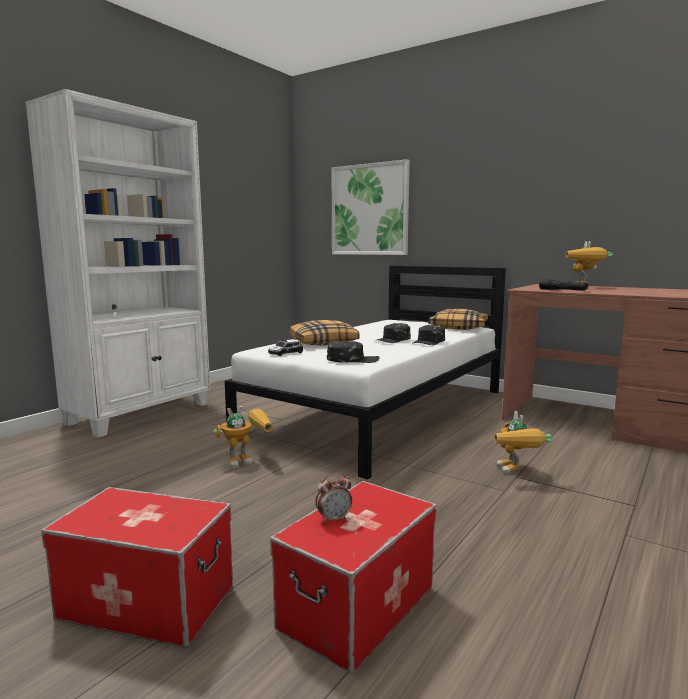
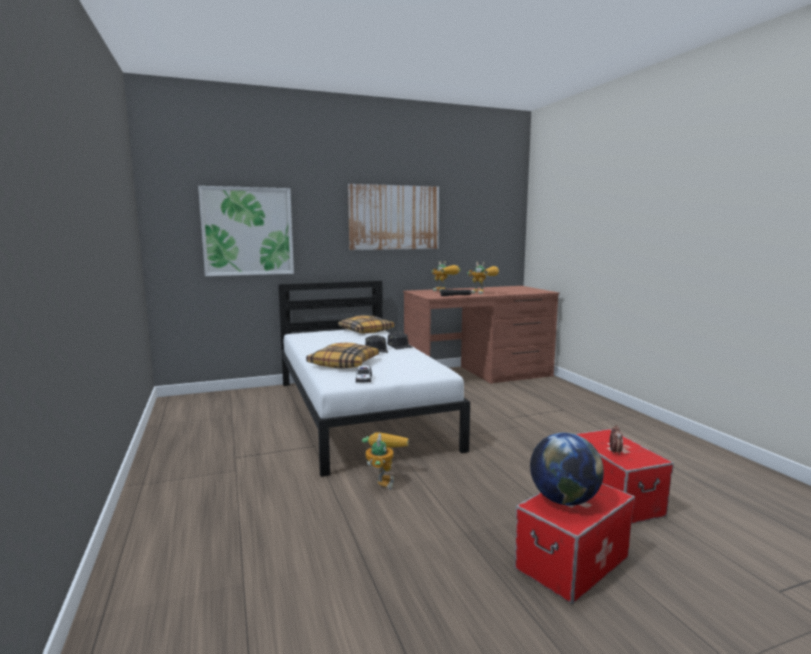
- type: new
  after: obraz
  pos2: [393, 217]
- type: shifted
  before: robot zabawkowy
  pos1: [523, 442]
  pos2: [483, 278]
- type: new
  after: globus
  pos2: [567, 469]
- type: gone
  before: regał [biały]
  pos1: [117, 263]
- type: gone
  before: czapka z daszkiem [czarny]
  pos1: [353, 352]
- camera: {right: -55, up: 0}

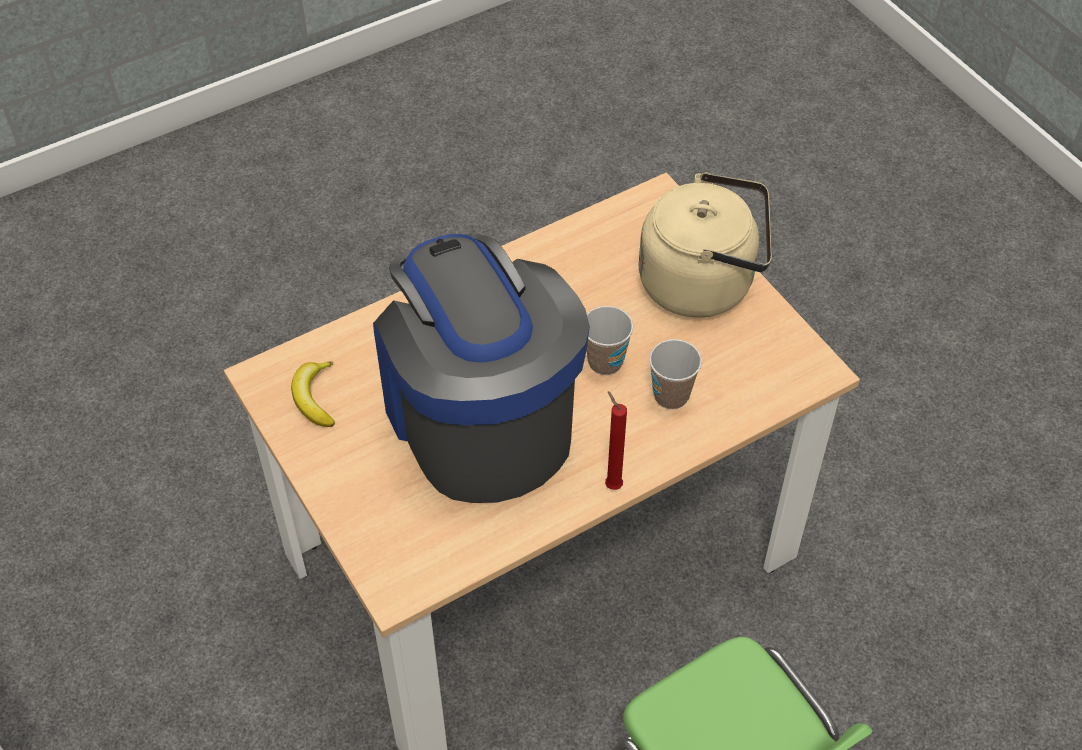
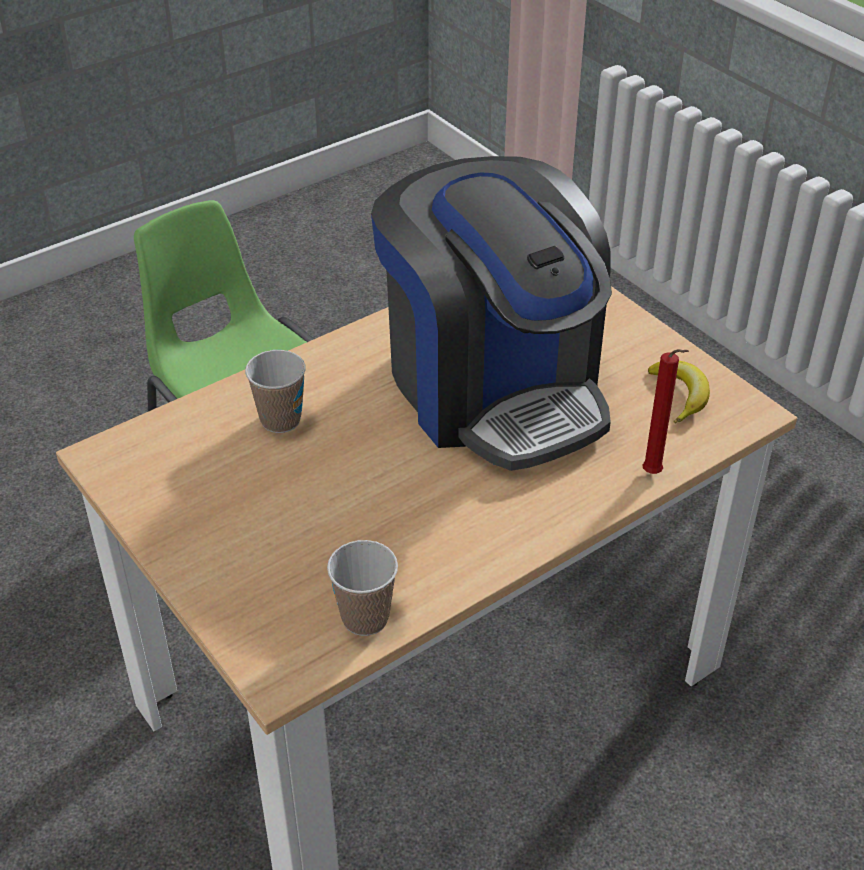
- type: shifted
  before: filiżanka
  pos1: [609, 340]
  pos2: [362, 588]
- type: shifted
  before: świeca [czerwony]
  pos1: [616, 440]
  pos2: [665, 411]
- type: gone
  before: czajnik [beżowy]
  pos1: [705, 245]
- camera: {right: 175, up: -10}

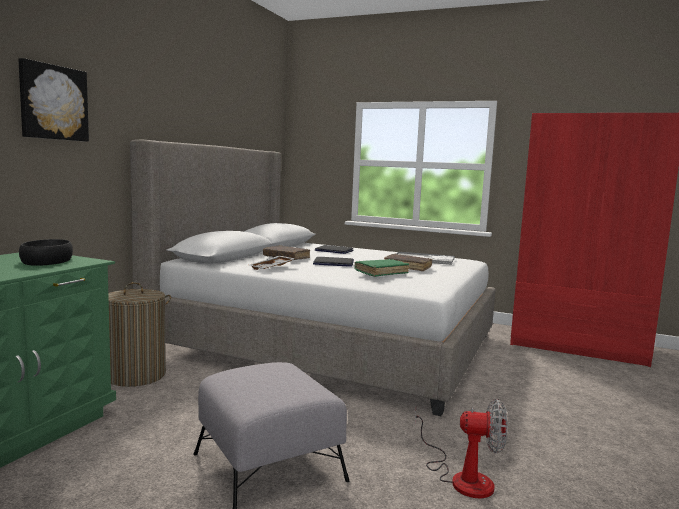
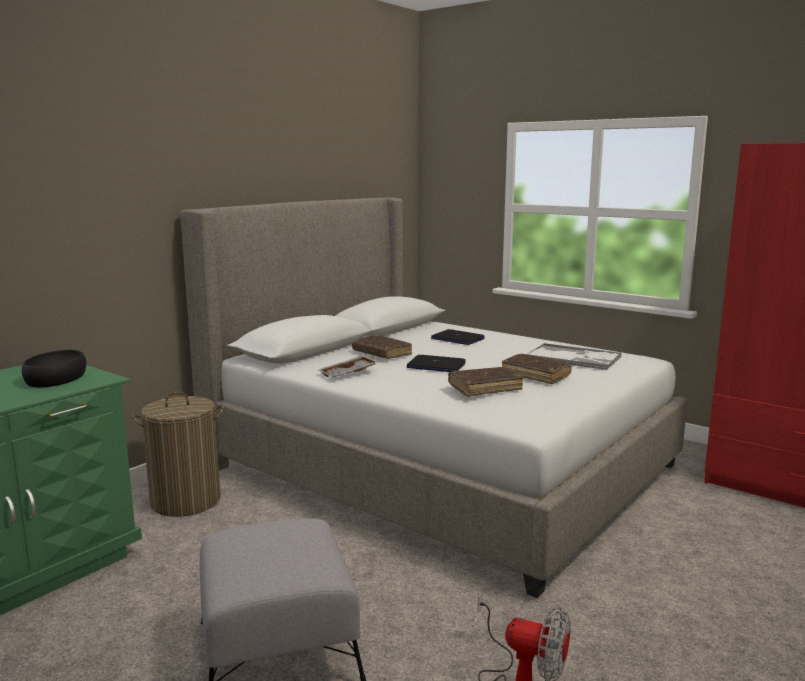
- type: repainted
  before: książka [zielony]
  after: książka [brązowy]
  pos1: [382, 268]
  pos2: [485, 382]
- type: gone
  before: obraz
  pos1: [53, 100]
- camera: {right: 15, up: 5}

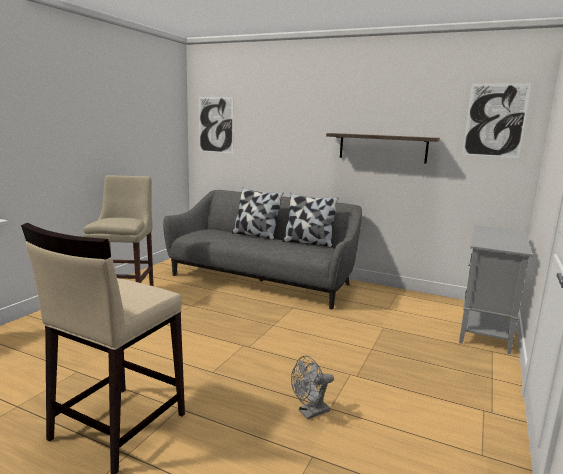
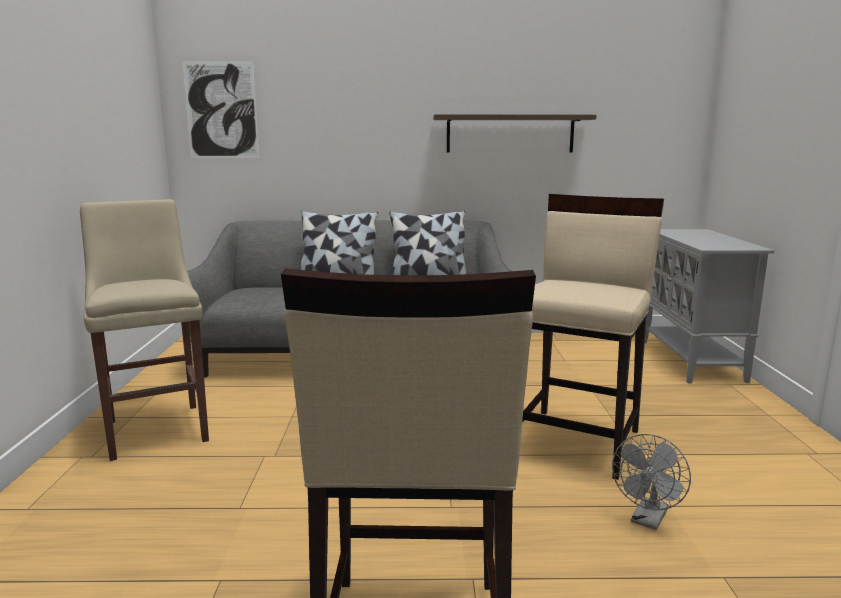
- type: new
  after: stołek [beżowy]
  pos2: [593, 337]
- type: gone
  before: obraz
  pos1: [496, 120]
- camera: {right: -25, up: 0}

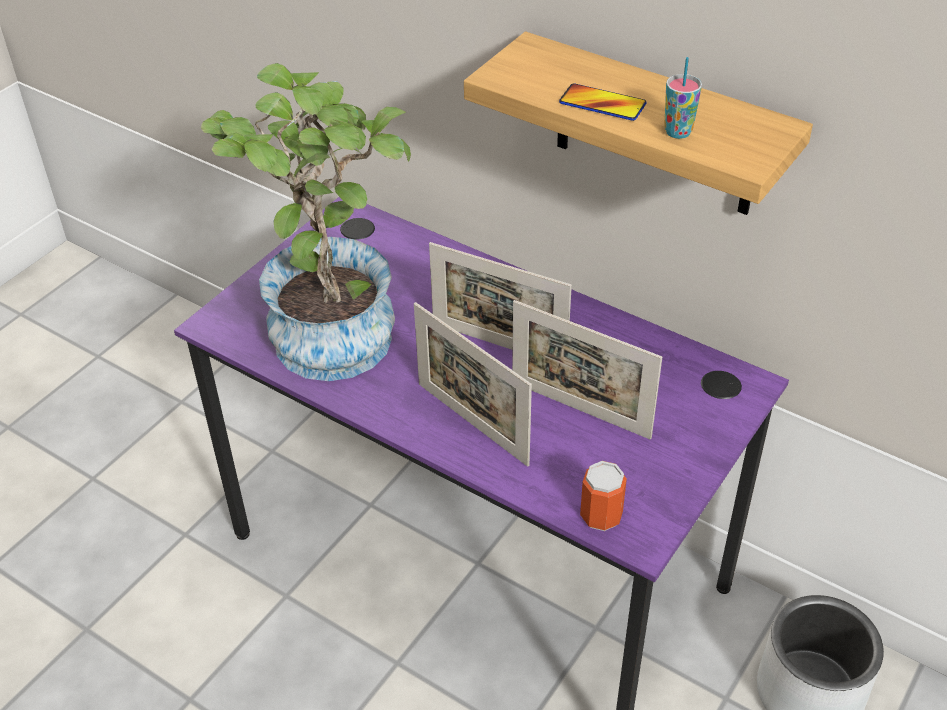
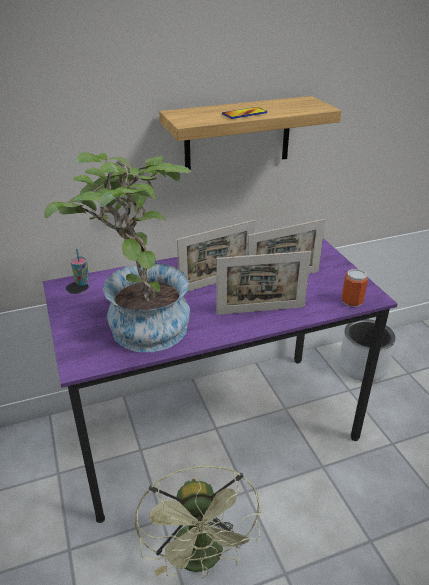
- type: shifted
  before: filiżanka
  pos1: [683, 98]
  pos2: [79, 267]
- type: new
  after: wentylator [zielony]
  pos2: [198, 521]
- camera: {right: -55, up: -10}

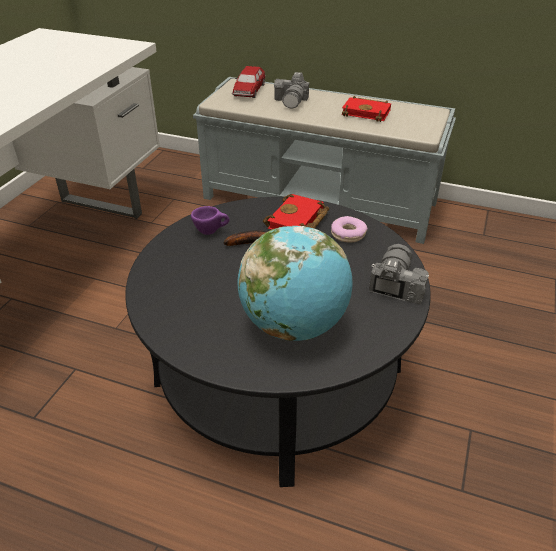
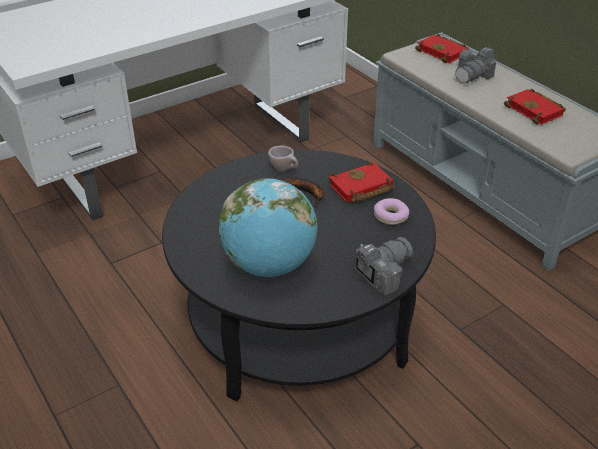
- type: repainted
  before: filiżanka [fioletowy]
  after: filiżanka [beżowy]
  pos1: [210, 220]
  pos2: [283, 159]
- type: swapped
  before: samochodzik
  after: książka [czerwony]
  pos1: [249, 82]
  pos2: [442, 48]
- camera: {right: 35, up: 0}

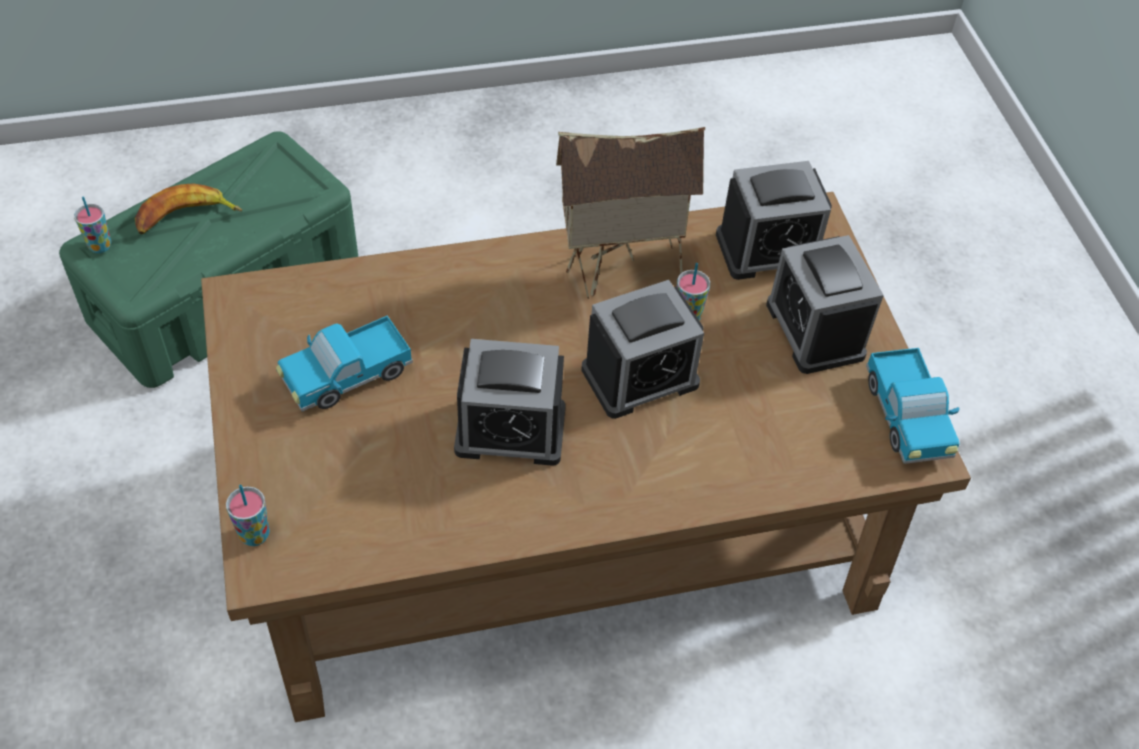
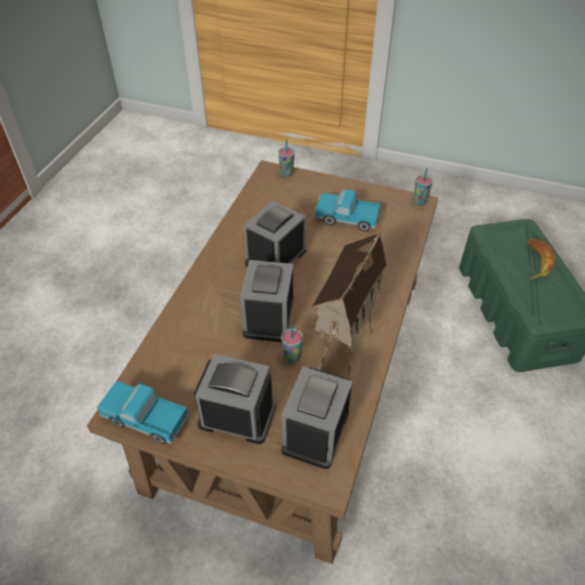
- type: rotated
  before: ciężarówka zabawkowa
  pos1: [344, 363]
  pos2: [347, 211]
  turn: -75
- type: shifted
  before: filiżanka
  pos1: [92, 225]
  pos2: [423, 186]
- camera: {right: 125, up: -5}

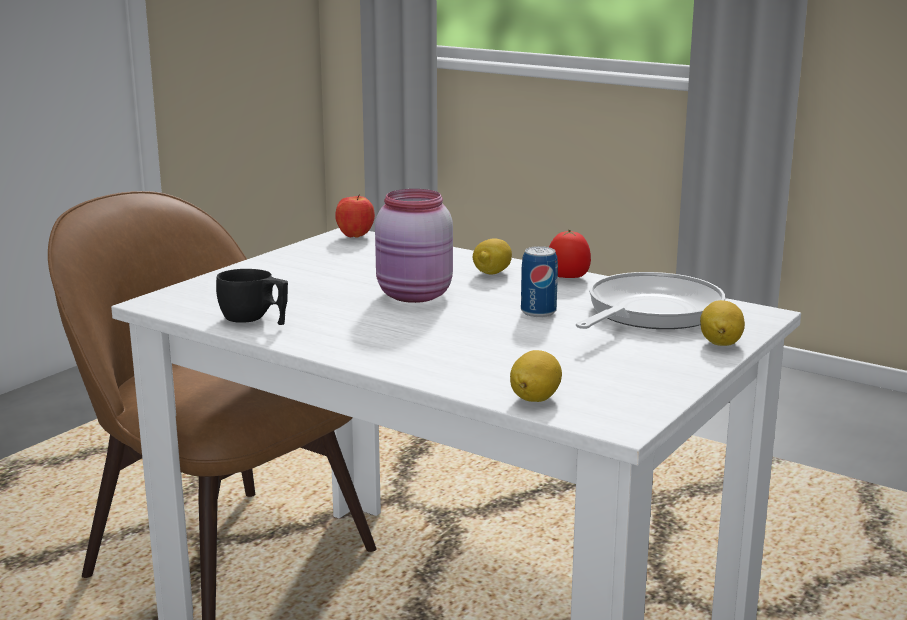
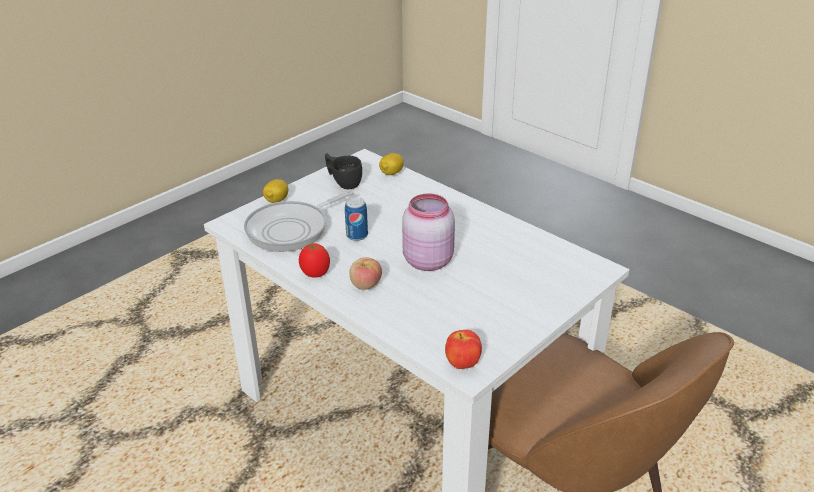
- type: shifted
  before: filiżanka [czarny]
  pos1: [252, 297]
  pos2: [343, 171]
- type: swapped
  before: cytryna
  after: jabłko
  pos1: [492, 256]
  pos2: [365, 273]
- camera: {right: -170, up: 15}

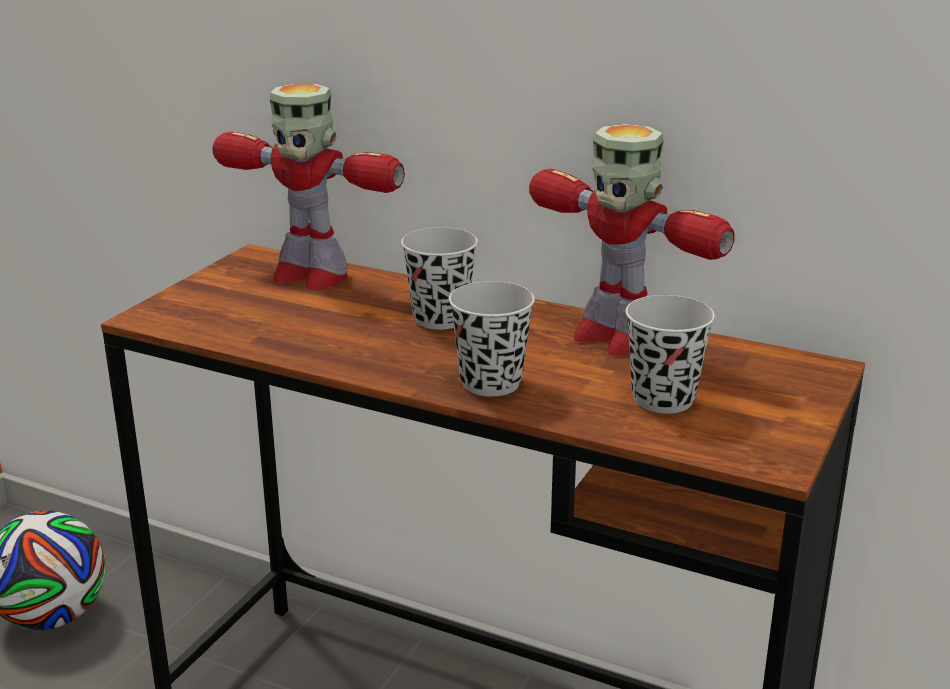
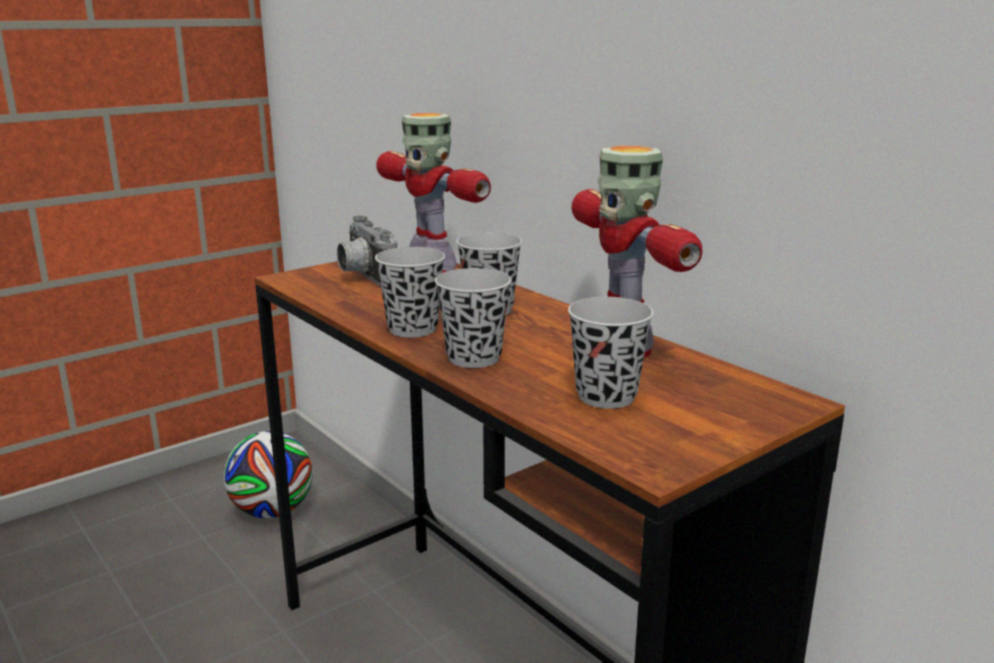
- type: new
  after: aparat fotograficzny
  pos2: [367, 251]
- type: new
  after: filiżanka [czarny]
  pos2: [410, 292]
- camera: {right: 25, up: -5}

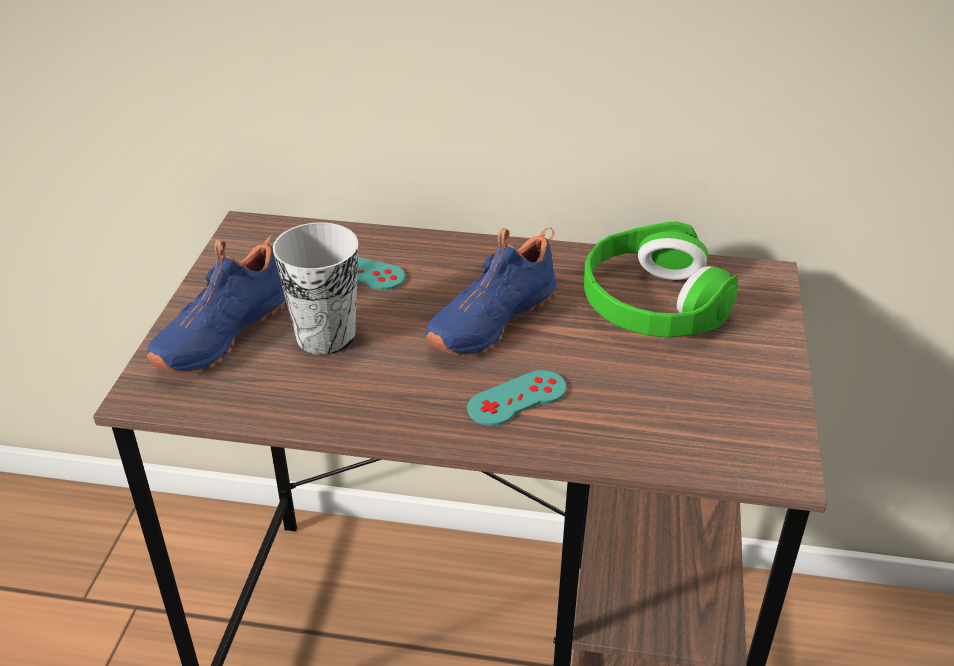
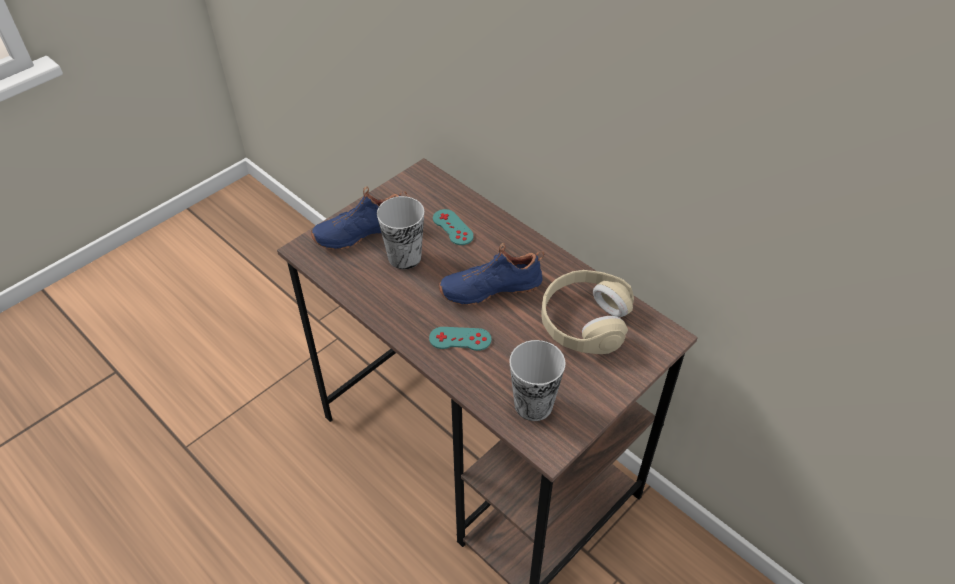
- type: new
  after: filiżanka
  pos2: [537, 380]
- type: repainted
  before: słuchawki [zielony]
  after: słuchawki [beżowy]
  pos1: [661, 279]
  pos2: [587, 312]
- camera: {right: 35, up: 10}

